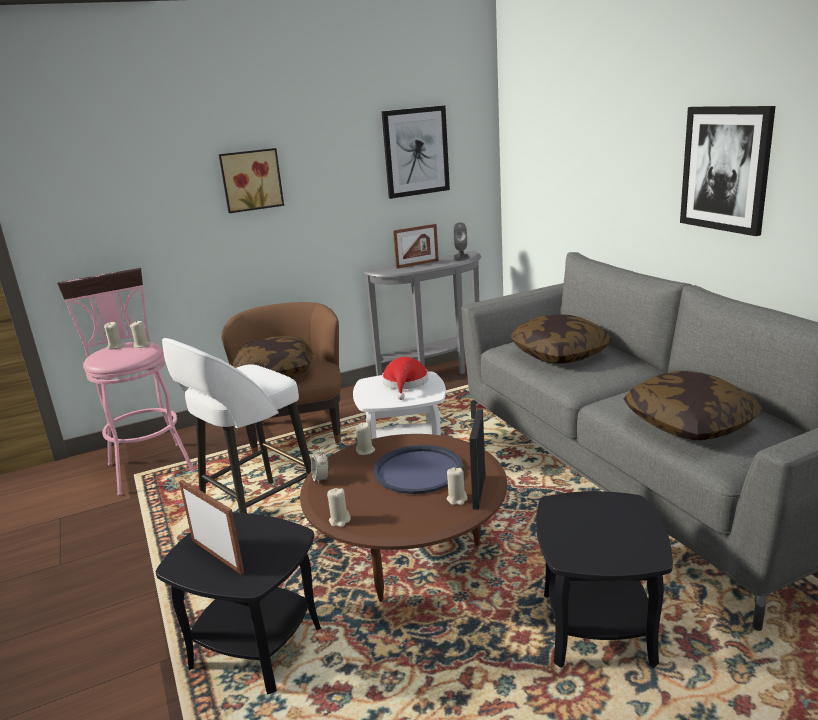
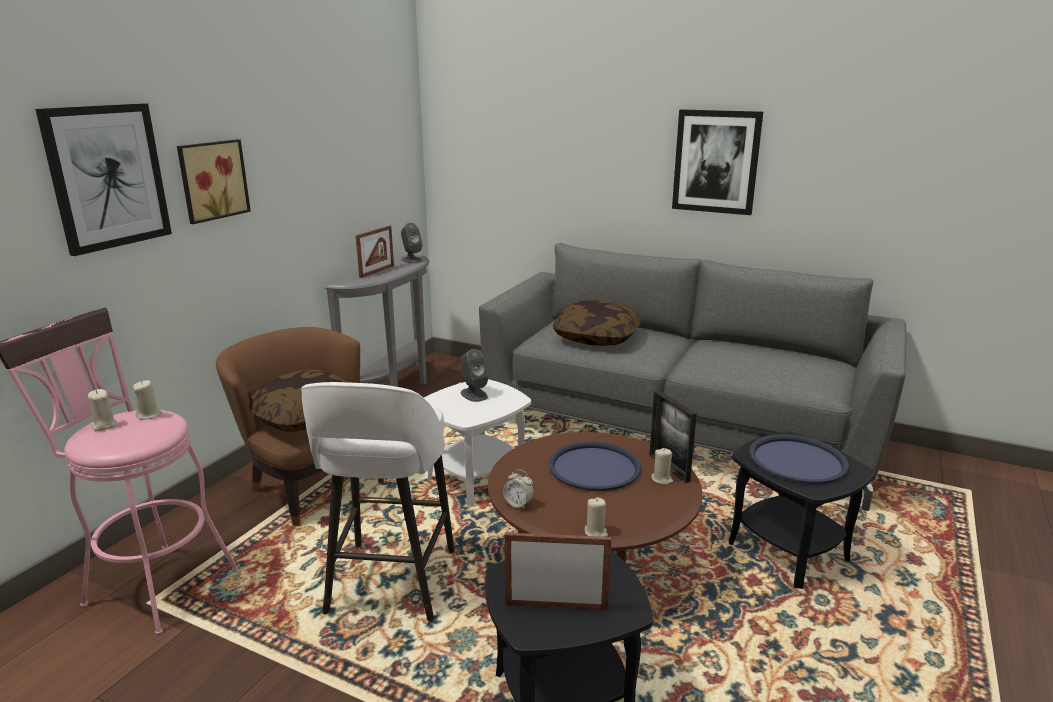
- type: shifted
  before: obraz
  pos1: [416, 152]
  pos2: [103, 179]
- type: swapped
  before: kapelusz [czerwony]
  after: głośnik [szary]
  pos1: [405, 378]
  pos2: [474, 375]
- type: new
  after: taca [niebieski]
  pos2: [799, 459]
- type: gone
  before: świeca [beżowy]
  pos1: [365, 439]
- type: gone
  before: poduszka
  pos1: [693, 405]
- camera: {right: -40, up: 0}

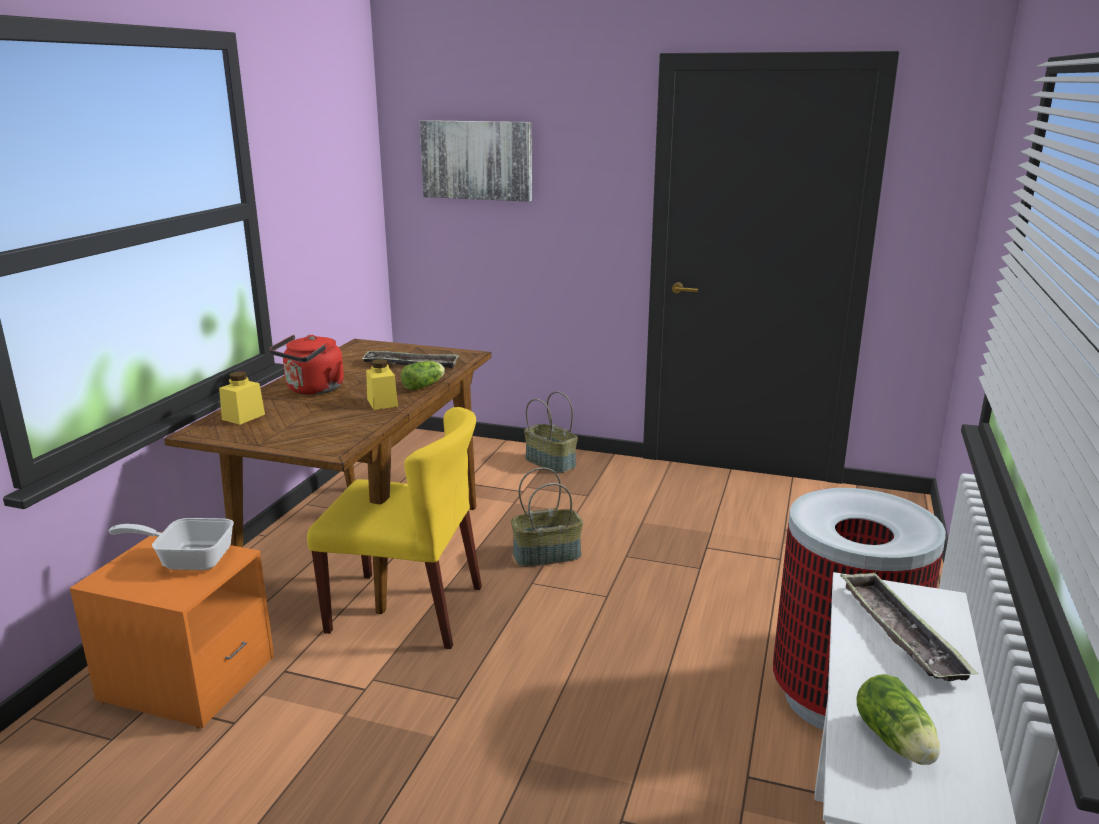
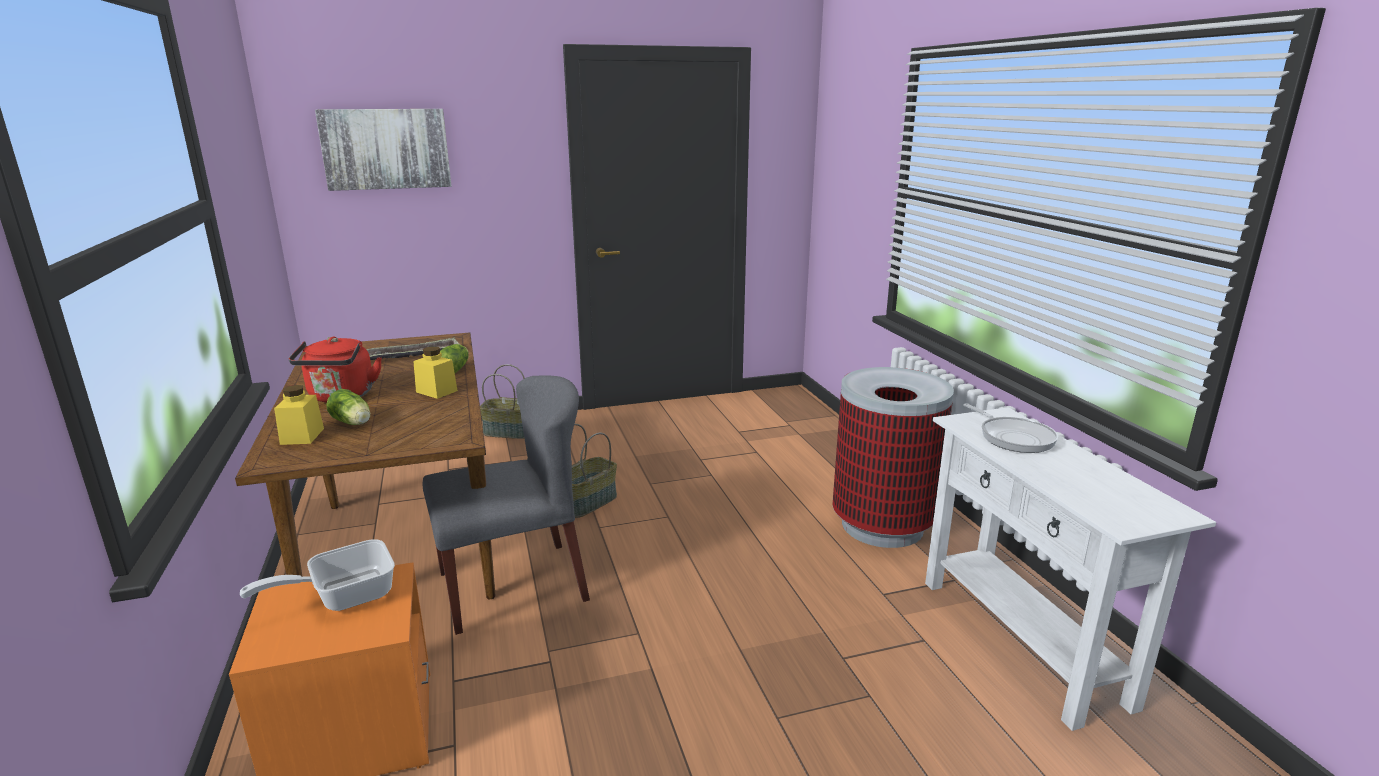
- type: shifted
  before: sałata
  pos1: [898, 719]
  pos2: [348, 407]
- type: repainted
  before: krzesło [żółty]
  after: krzesło [szary]
  pos1: [394, 528]
  pos2: [506, 505]
- type: swapped
  before: taca
  after: patelnia
  pos1: [909, 627]
  pos2: [1010, 428]
- camera: {right: -35, up: 0}

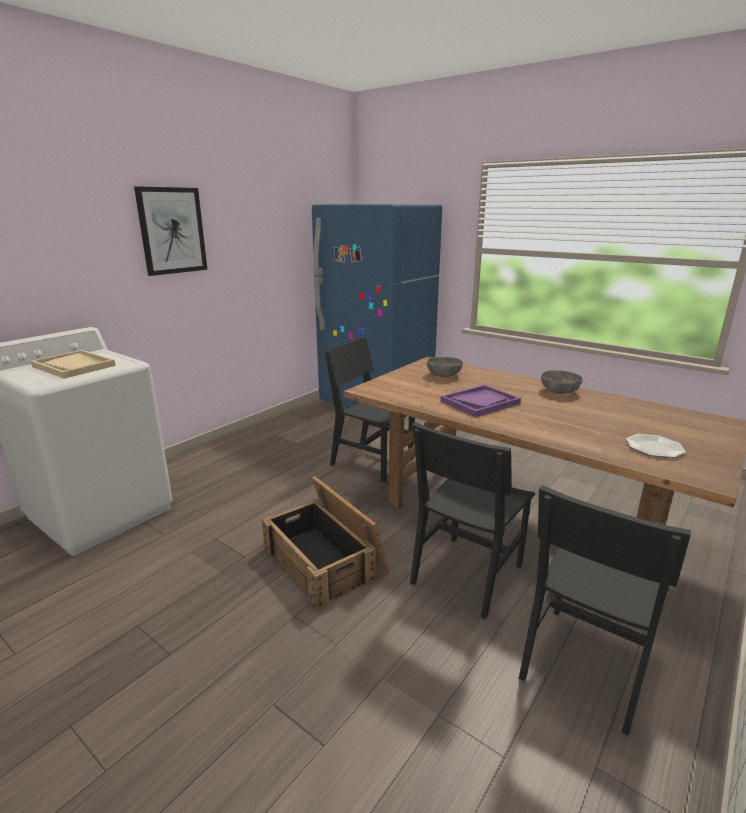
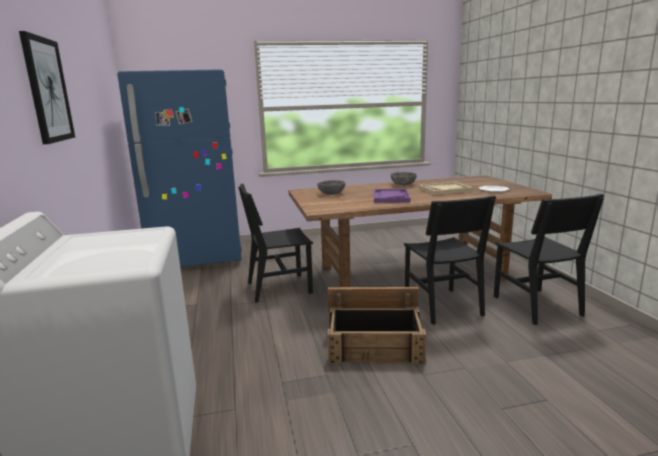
- type: shifted
  before: taca [beżowy]
  pos1: [73, 364]
  pos2: [446, 188]
- camera: {right: -50, up: -5}

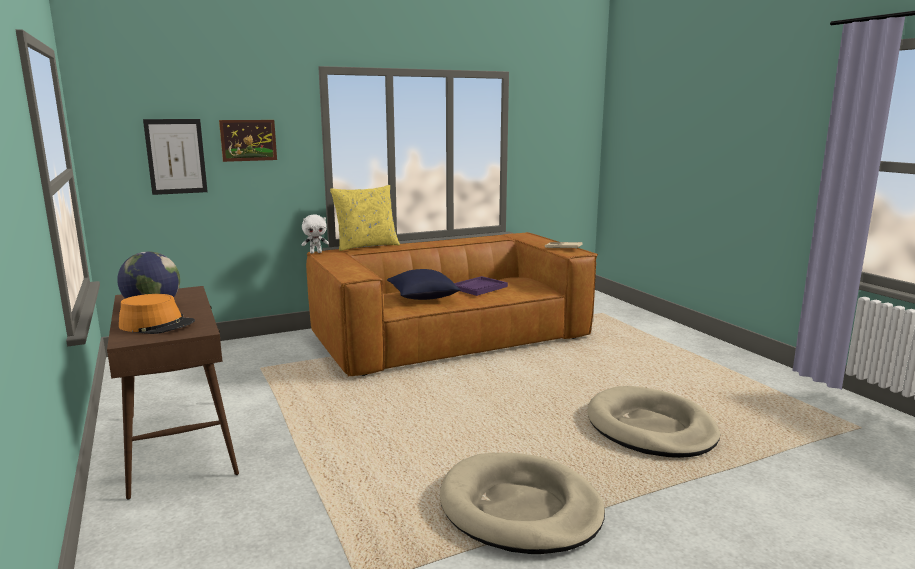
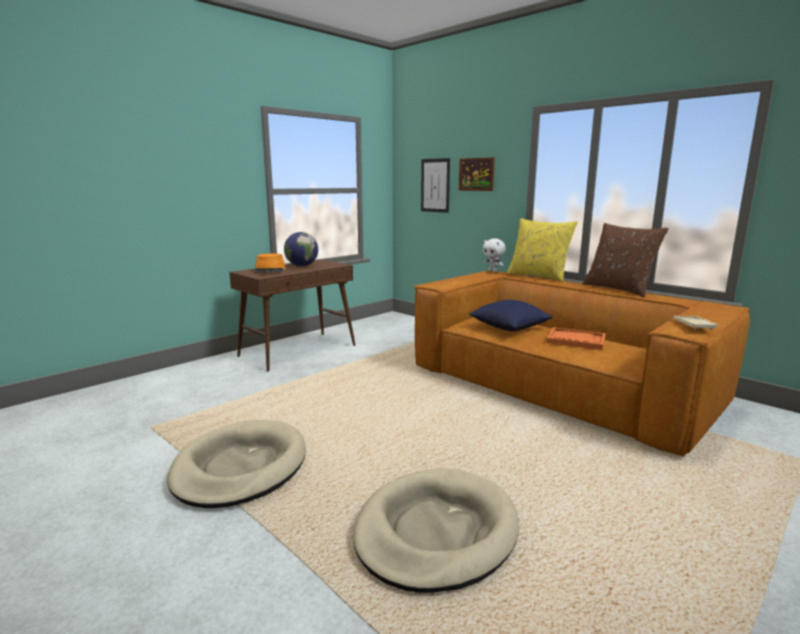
- type: repainted
  before: taca [fioletowy]
  after: taca [pomarańczowy]
  pos1: [481, 286]
  pos2: [576, 338]
- type: new
  after: poduszka [brązowy]
  pos2: [626, 260]
- camera: {right: 70, up: 0}

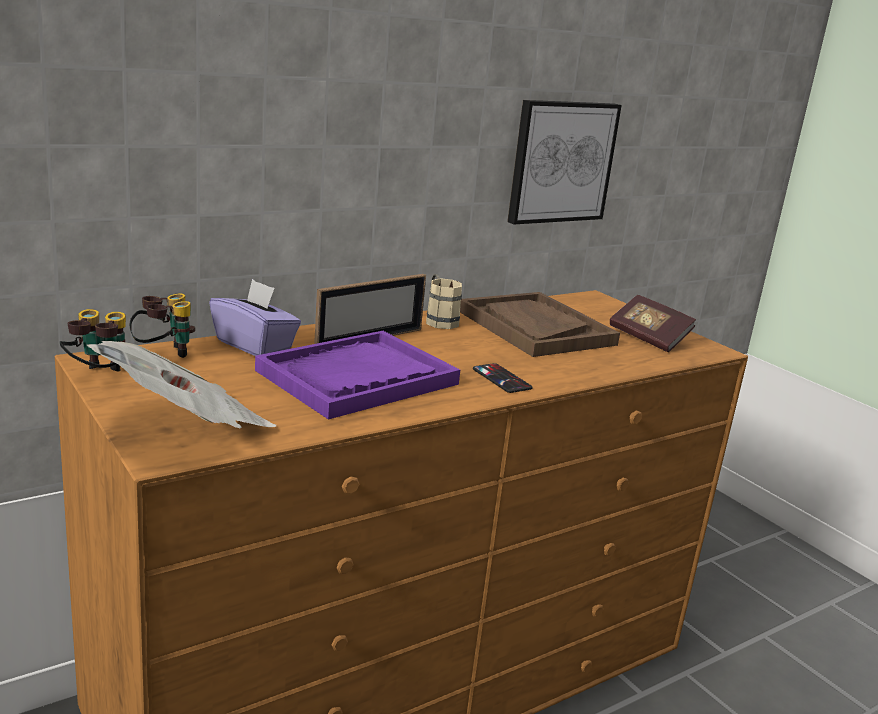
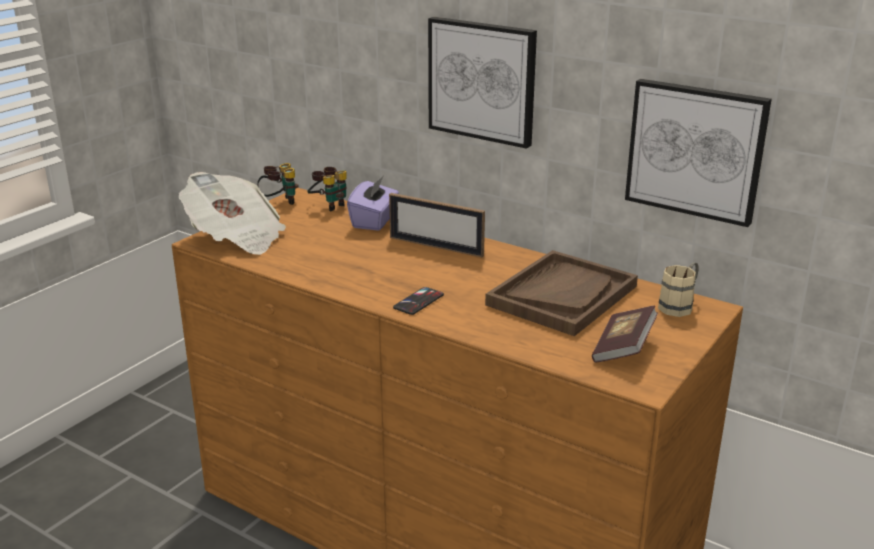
- type: new
  after: obraz
  pos2: [482, 83]
- type: shifted
  before: kubek [beżowy]
  pos1: [444, 301]
  pos2: [678, 289]
- type: gone
  before: taca [fioletowy]
  pos1: [357, 375]
- camera: {right: 70, up: 5}

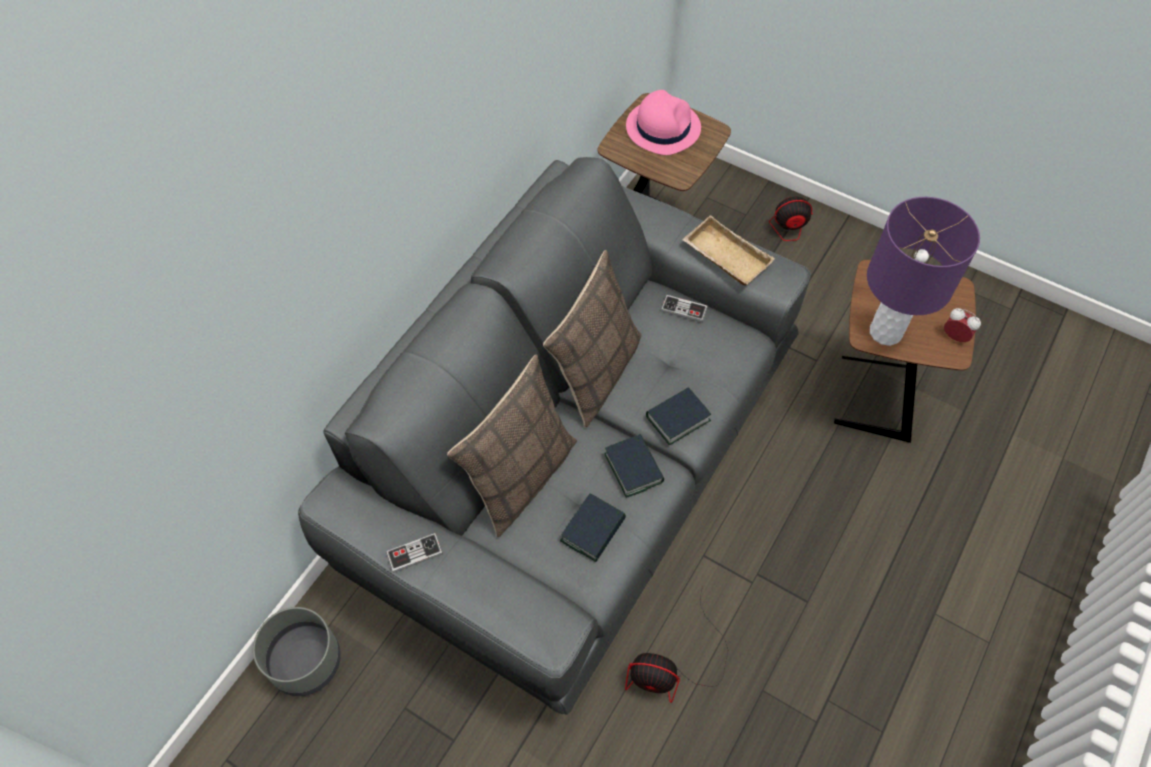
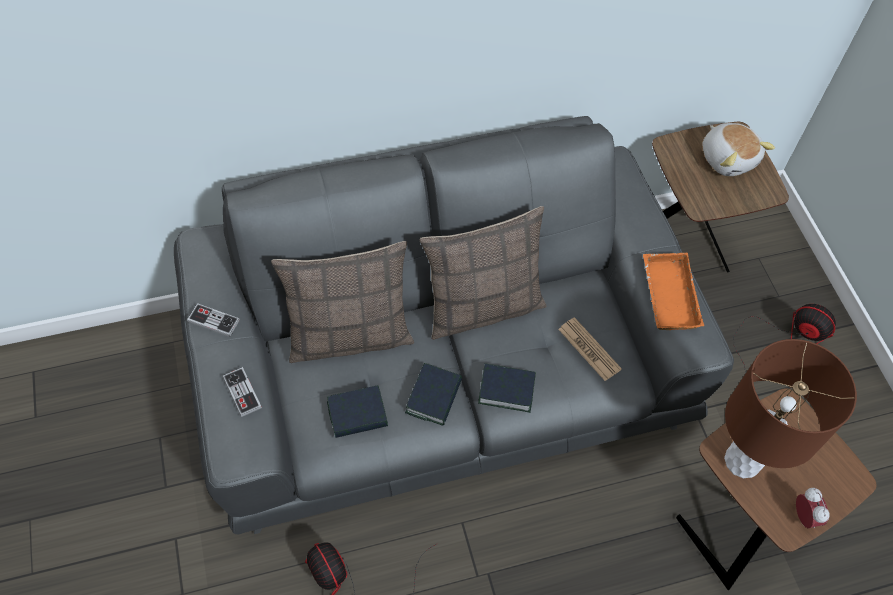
- type: shifted
  before: pad do gier
  pos1: [684, 308]
  pos2: [242, 392]
- type: new
  after: gazeta
  pos2: [590, 349]
- type: repainted
  before: taca [beżowy]
  after: taca [pomarańczowy]
  pos1: [728, 250]
  pos2: [673, 291]
- type: swapped
  before: kapelusz [różowy]
  after: pluszak
  pos1: [663, 122]
  pos2: [738, 149]
- type: repainted
  before: lampa stołowa [fioletowy]
  after: lampa stołowa [brązowy]
  pos1: [923, 271]
  pos2: [790, 408]
- type: gone
  before: donica [szary]
  pos1: [297, 651]
- camera: {right: 40, up: 0}

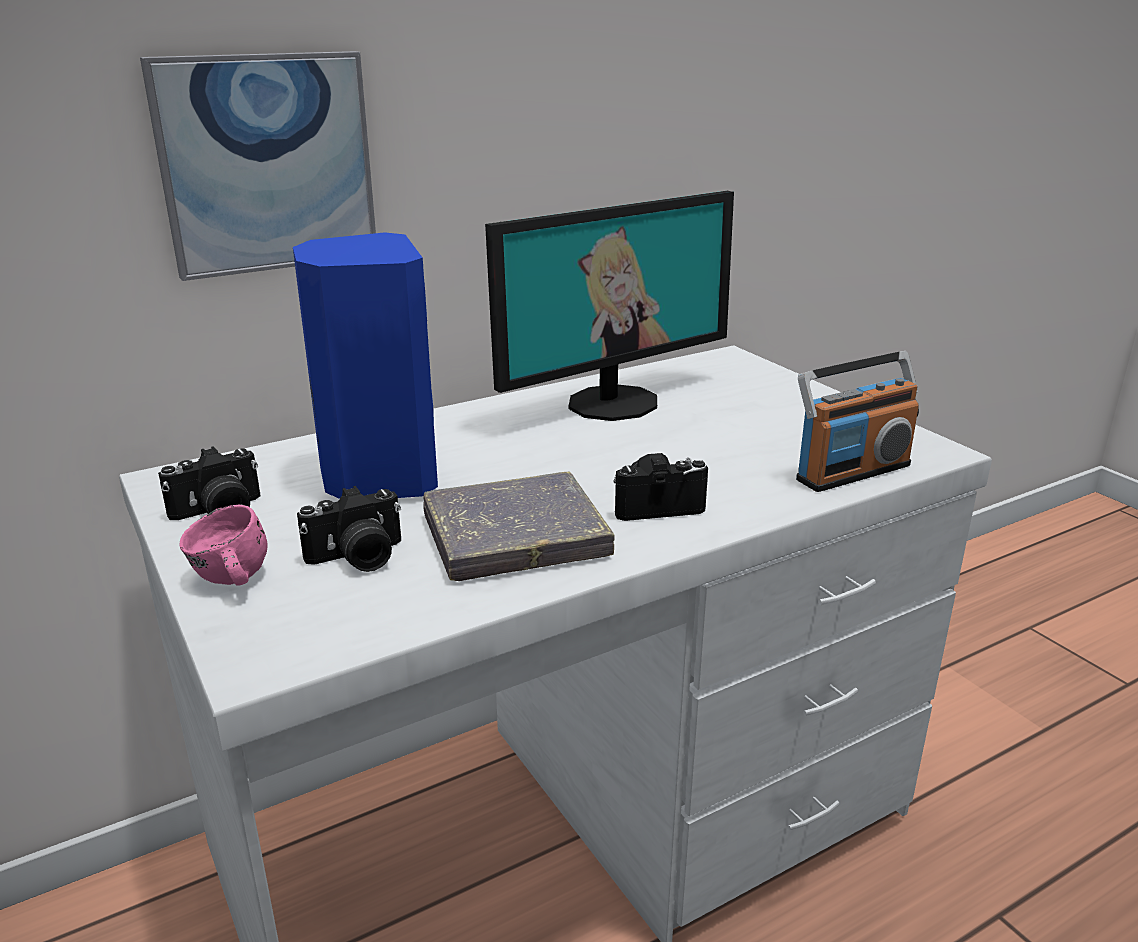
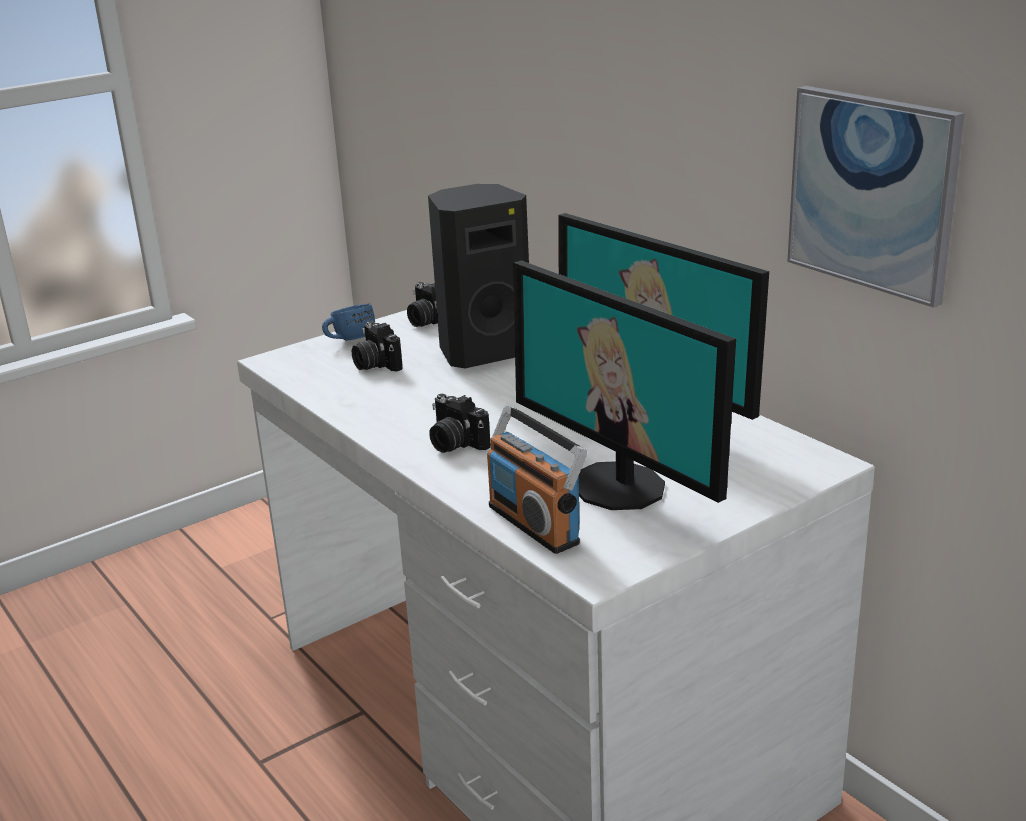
- type: repainted
  before: kubek [różowy]
  after: kubek [niebieski]
  pos1: [224, 545]
  pos2: [348, 322]
- type: repainted
  before: głośnik [niebieski]
  after: głośnik [czarny]
  pos1: [365, 365]
  pos2: [478, 276]
- type: rotated
  before: aparat fotograficzny
  pos1: [660, 487]
  pos2: [460, 423]
  turn: 150
- type: new
  after: monitor
  pos2: [624, 385]
- type: shifted
  before: obraz
  pos1: [258, 166]
  pos2: [876, 197]
- type: gone
  before: książka [szary]
  pos1: [519, 526]
- camera: {right: 85, up: 0}

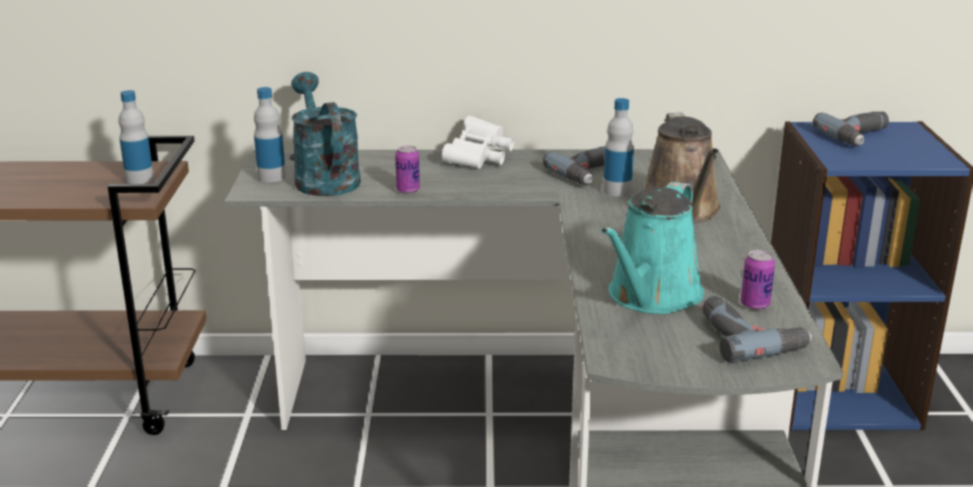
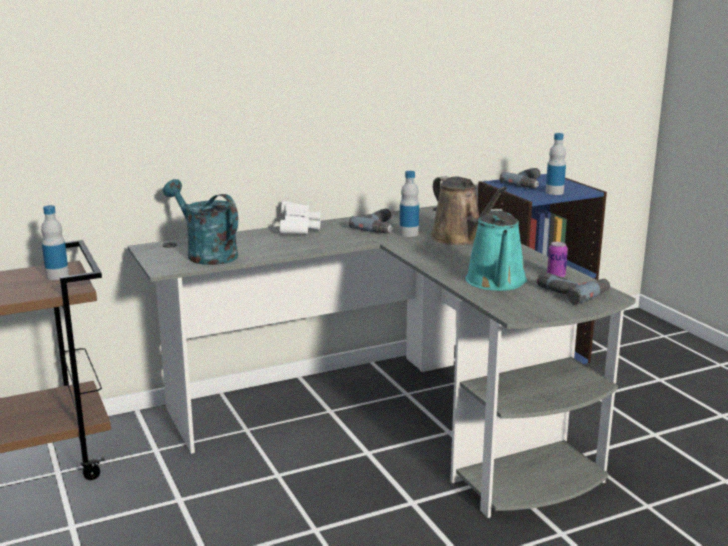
- type: shifted
  before: butelka
  pos1: [270, 134]
  pos2: [556, 164]
- type: gone
  before: puszka
  pos1: [407, 169]
- camera: {right: -25, up: -5}

